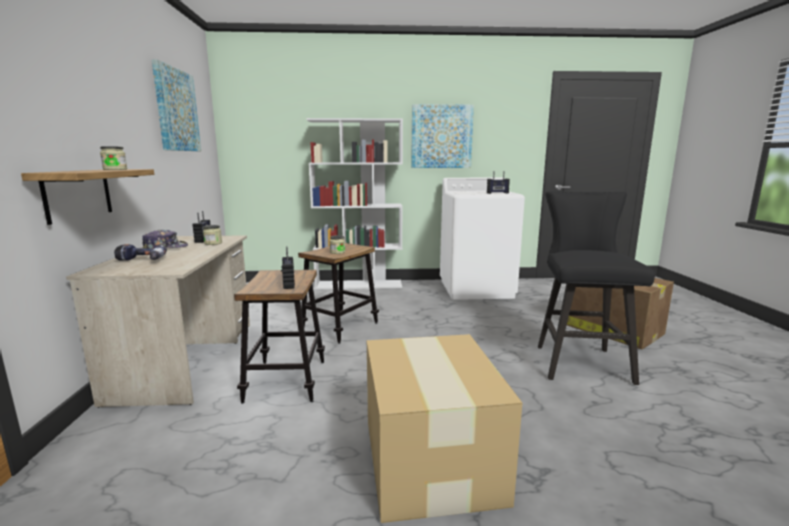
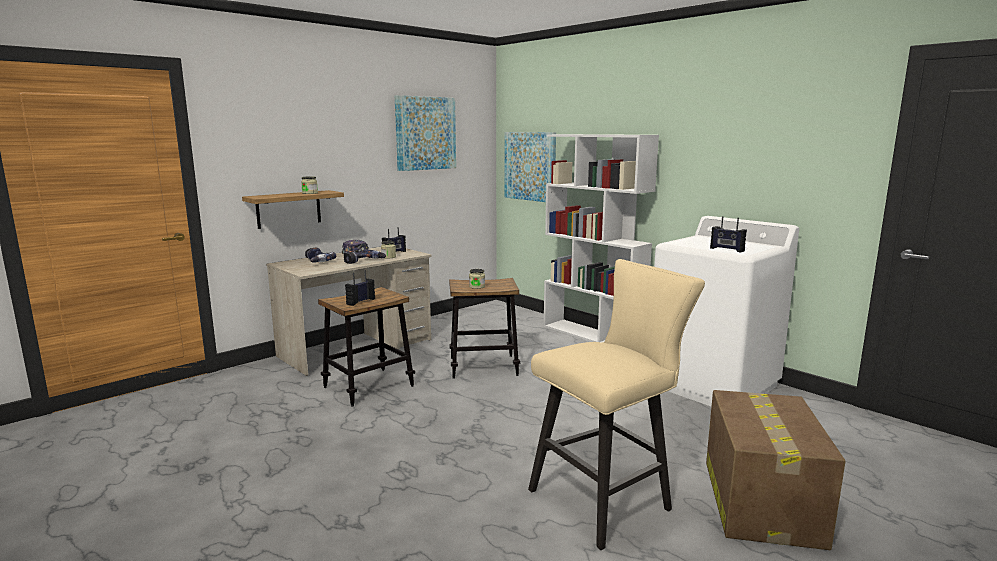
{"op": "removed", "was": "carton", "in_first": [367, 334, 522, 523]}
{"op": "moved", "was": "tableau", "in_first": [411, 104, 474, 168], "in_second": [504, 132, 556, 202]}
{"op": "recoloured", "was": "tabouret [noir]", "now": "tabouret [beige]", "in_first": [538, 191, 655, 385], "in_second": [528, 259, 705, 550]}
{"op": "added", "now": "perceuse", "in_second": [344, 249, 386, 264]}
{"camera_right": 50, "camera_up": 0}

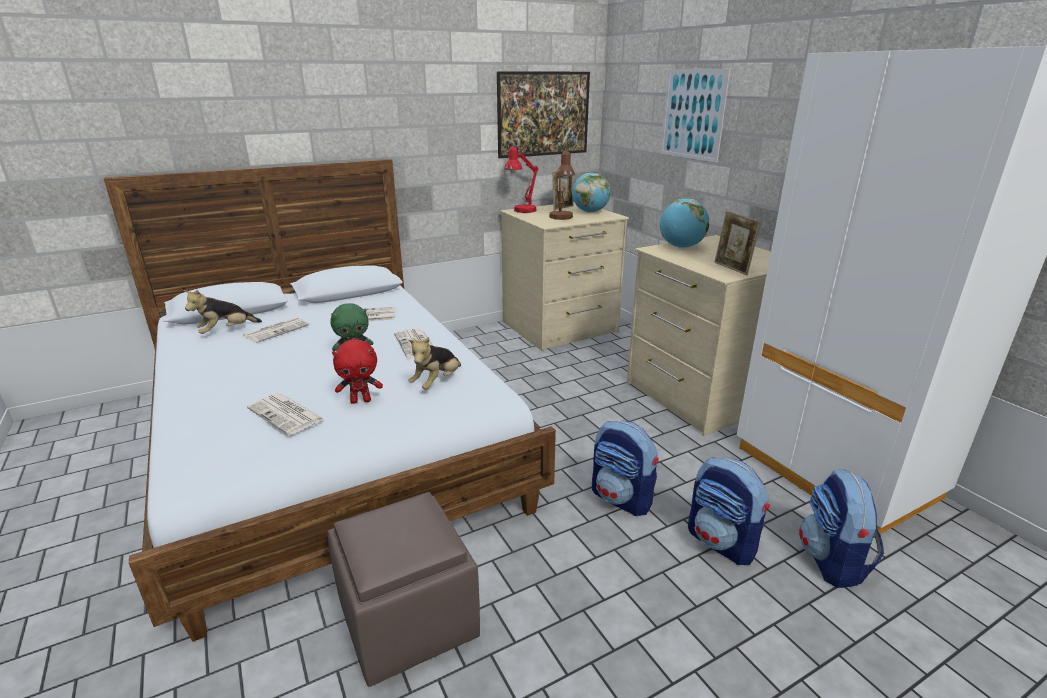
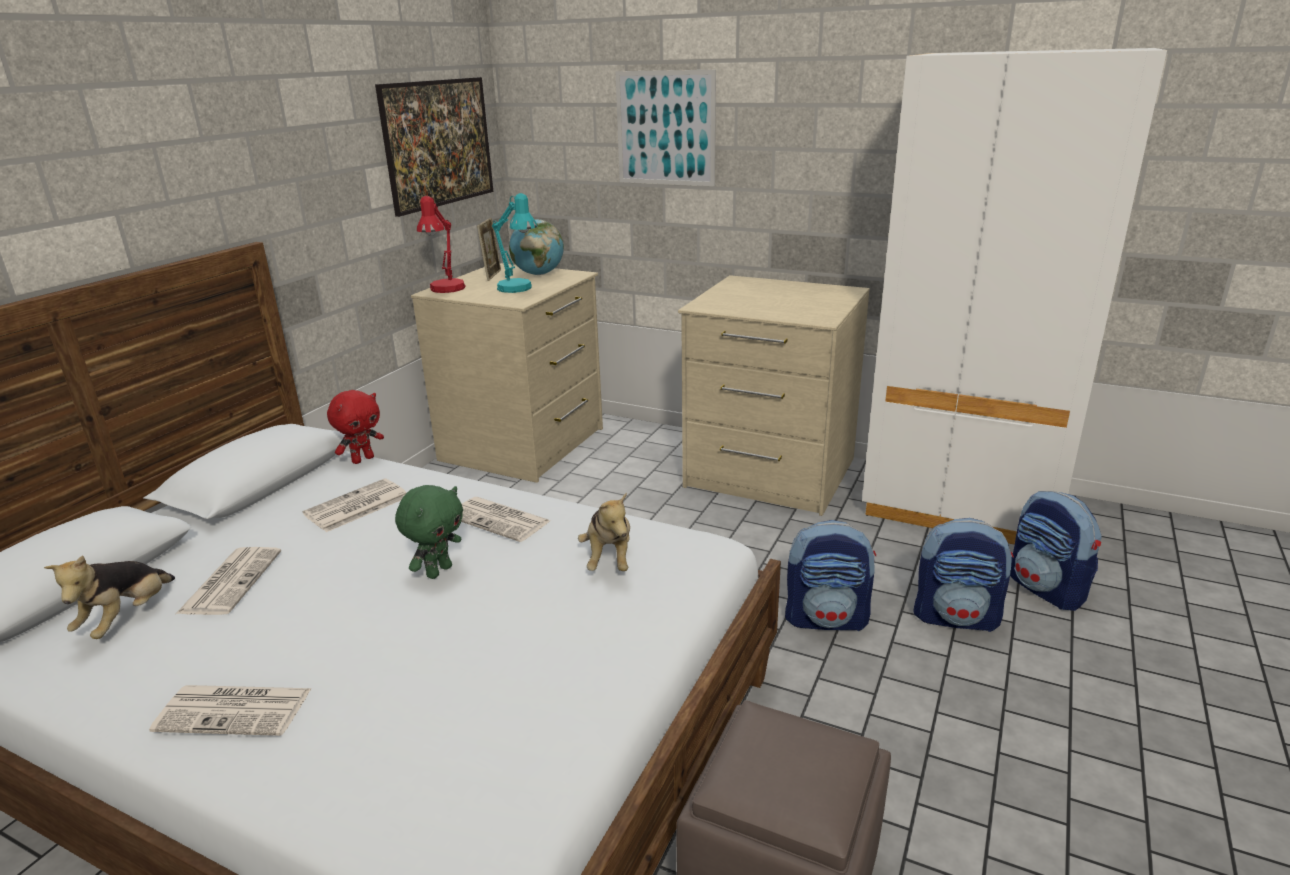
{"op": "moved", "was": "journal", "in_first": [247, 393, 324, 435], "in_second": [149, 685, 312, 736]}
{"op": "moved", "was": "peluche [rouge]", "in_first": [332, 339, 383, 404], "in_second": [327, 390, 384, 464]}
{"op": "recoloured", "was": "lampe de table [marron]", "now": "lampe de table [turquoise]", "in_first": [549, 151, 575, 220], "in_second": [492, 193, 537, 293]}
{"op": "removed", "was": "globe", "in_first": [660, 199, 709, 248]}
{"op": "removed", "was": "cadre photo", "in_first": [714, 211, 761, 275]}
{"camera_right": -35, "camera_up": 0}

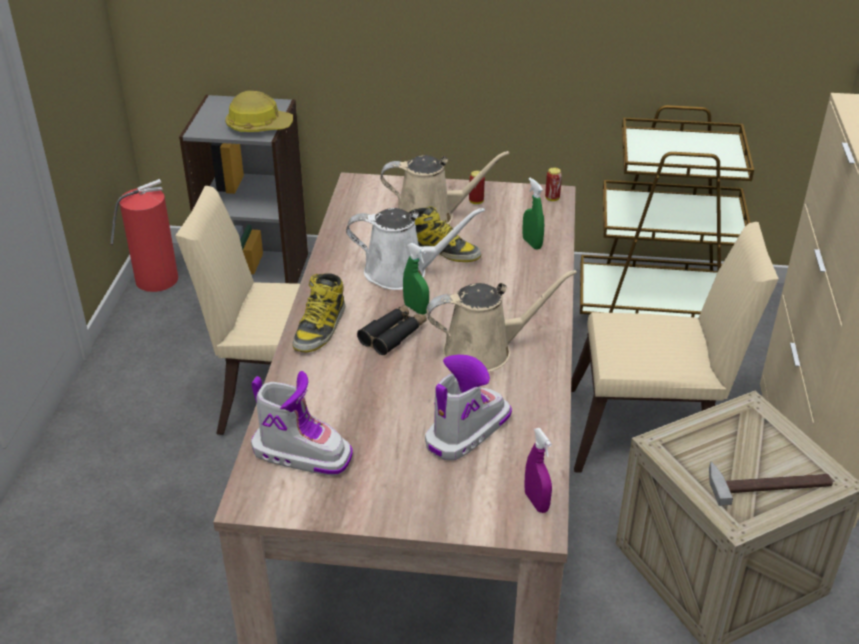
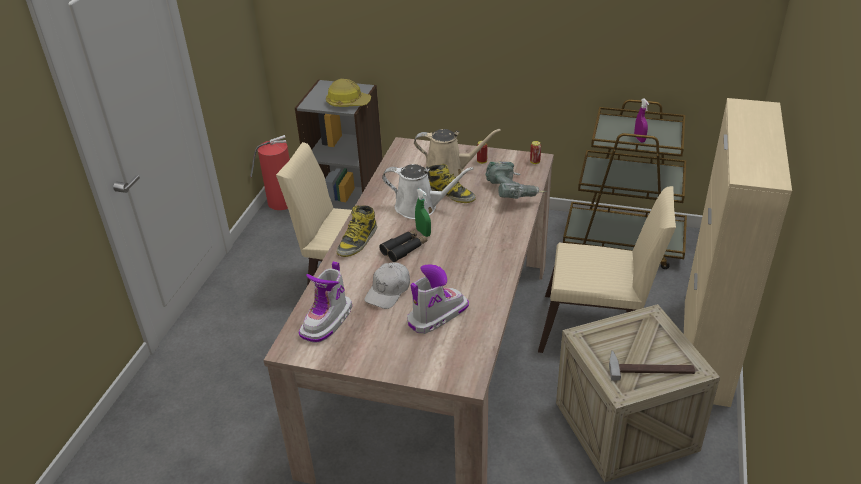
{"op": "turned", "was": "botte", "in_first": [251, 371, 352, 476], "in_second": [299, 261, 352, 343], "clockwise": 90}
{"op": "removed", "was": "arrosoir [beige]", "in_first": [426, 269, 577, 372]}
{"op": "replaced", "was": "vaporisateur [vert]", "now": "perceuse", "in_first": [522, 177, 544, 250], "in_second": [485, 162, 546, 199]}
{"op": "moved", "was": "vaporisateur [violet]", "in_first": [524, 428, 552, 513], "in_second": [634, 98, 649, 142]}
{"op": "added", "now": "casquette [blanc]", "in_second": [364, 262, 410, 309]}
{"camera_right": 10, "camera_up": 0}

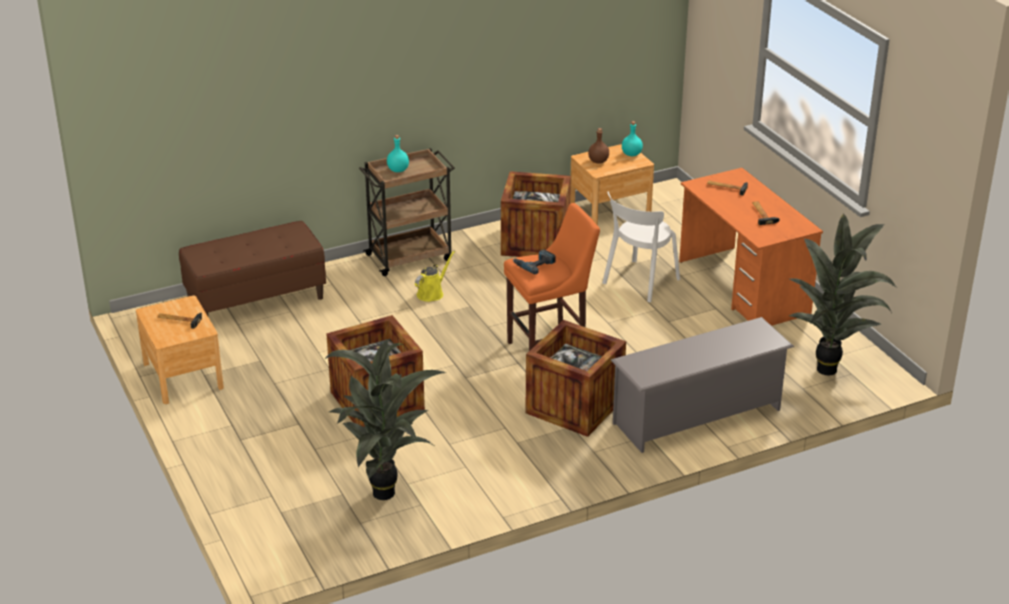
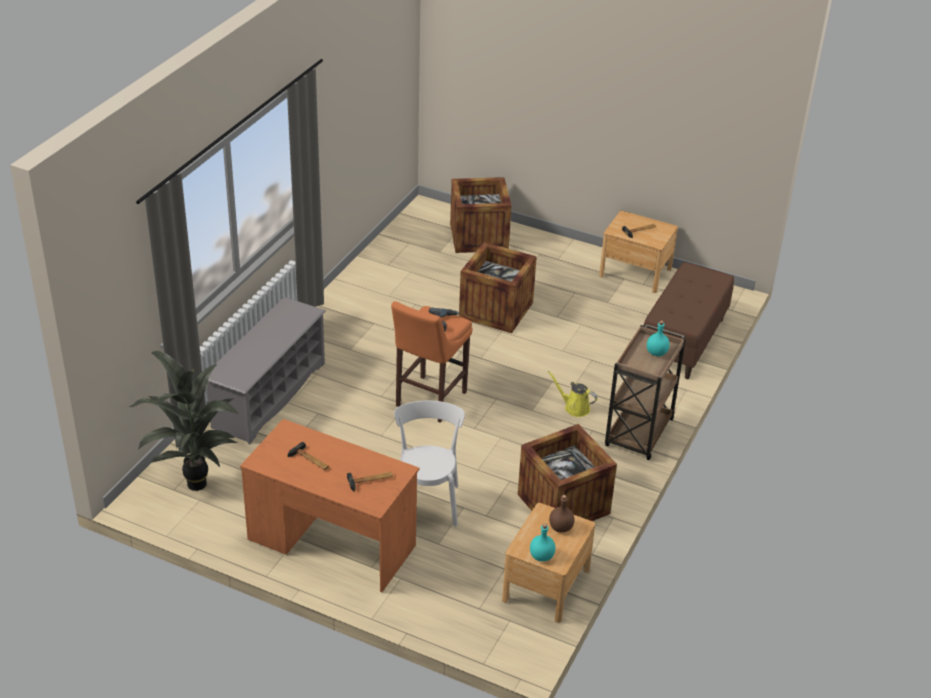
{"op": "removed", "was": "plante en pot", "in_first": [325, 340, 447, 500]}
{"op": "turned", "was": "arrosoir [jaune]", "in_first": [415, 251, 455, 302], "in_second": [548, 371, 598, 417], "clockwise": 120}
{"op": "moved", "was": "caisse", "in_first": [525, 320, 626, 437], "in_second": [450, 177, 511, 253]}
{"camera_right": 140, "camera_up": 5}

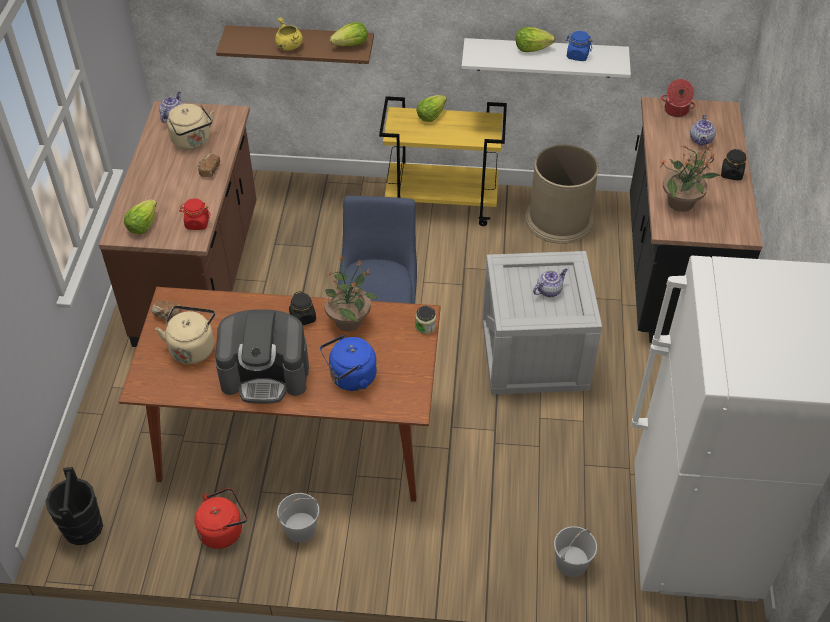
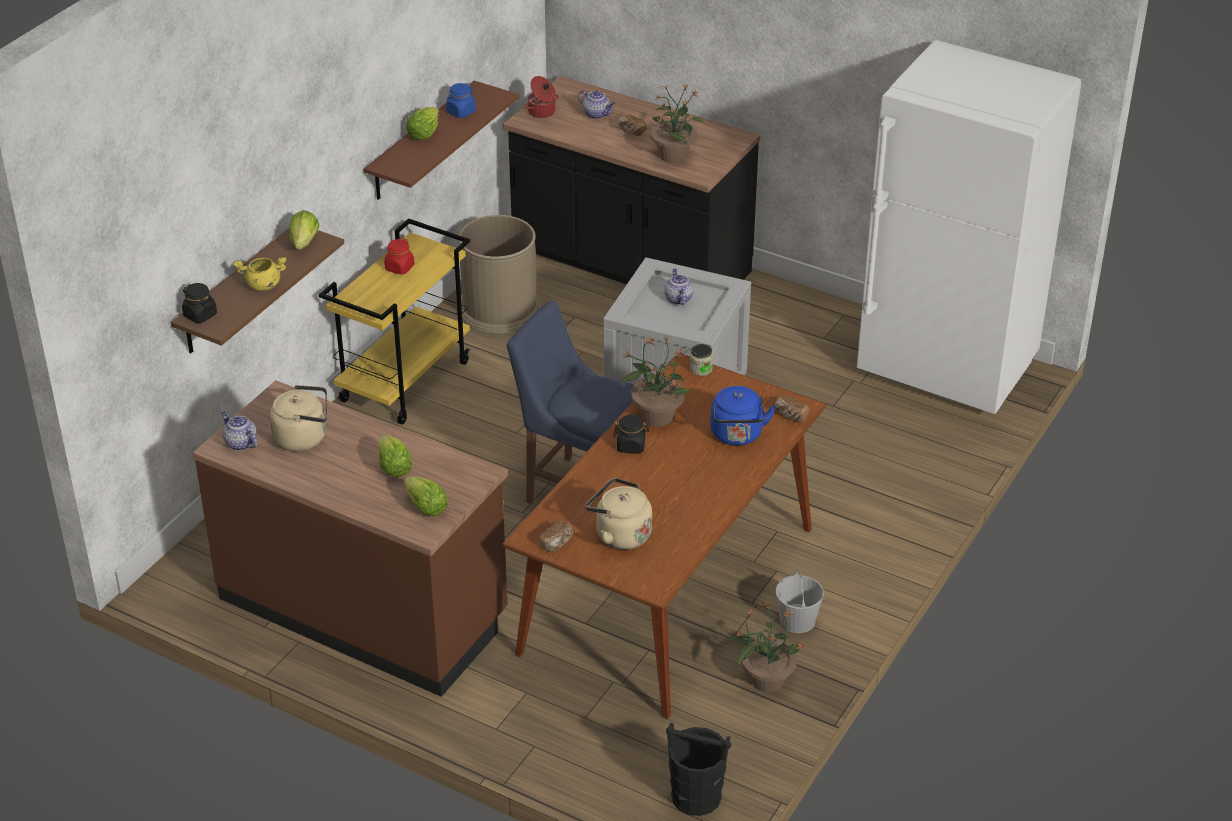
{"op": "moved", "was": "bocal [rouge]", "in_first": [179, 198, 211, 230], "in_second": [384, 238, 414, 275]}
{"op": "replaced", "was": "bouilloire [rouge]", "now": "plante en pot", "in_first": [194, 488, 247, 549], "in_second": [729, 602, 807, 692]}
{"op": "moved", "was": "pain", "in_first": [198, 153, 220, 177], "in_second": [775, 395, 809, 422]}
{"op": "removed", "was": "machine à café", "in_first": [215, 309, 309, 404]}
{"op": "moved", "was": "laitue", "in_first": [416, 95, 447, 122], "in_second": [378, 434, 412, 477]}
{"op": "recoloured", "was": "étagère [blanc]", "now": "étagère [marron]", "in_first": [462, 38, 631, 78], "in_second": [364, 81, 519, 200]}
{"op": "removed", "was": "seau [blanc]", "in_first": [554, 526, 597, 577]}
{"op": "moved", "was": "bocal [noir]", "in_first": [721, 149, 746, 181], "in_second": [182, 283, 217, 323]}
{"camera_right": -65, "camera_up": -10}

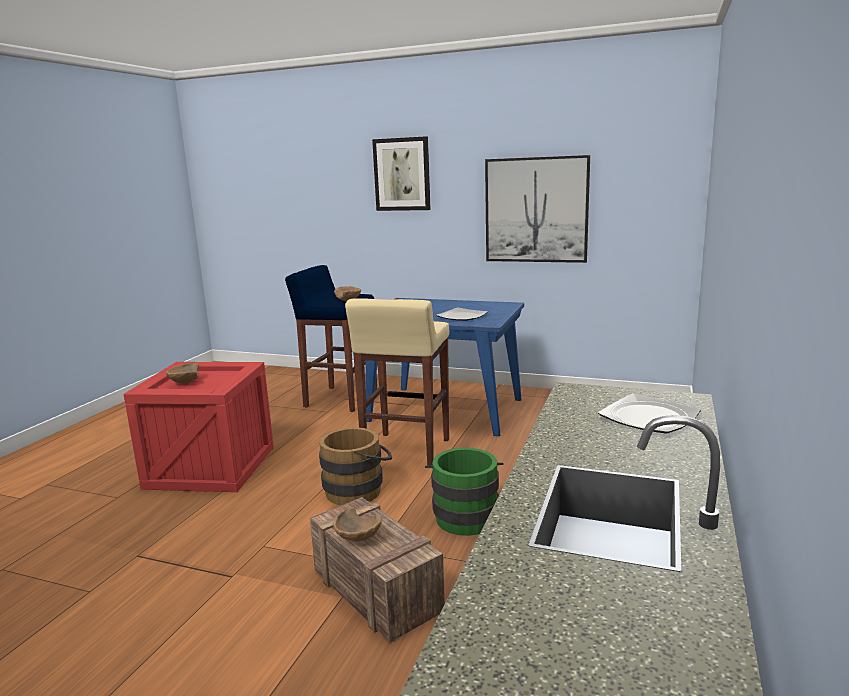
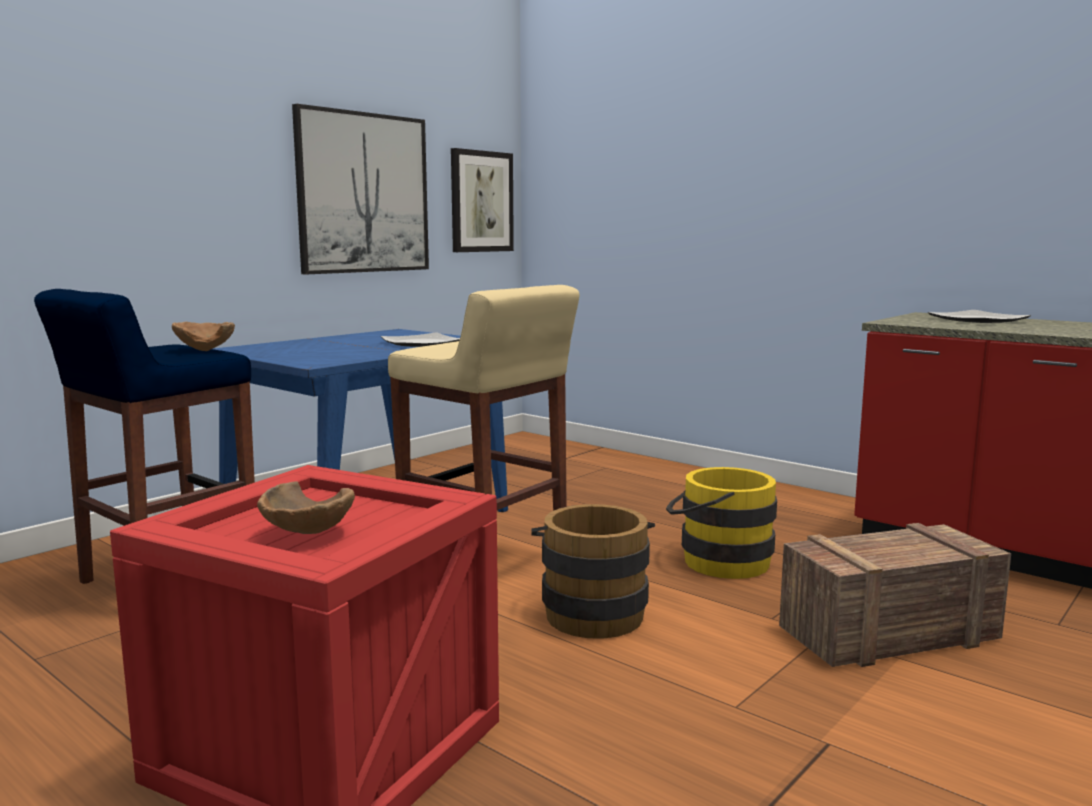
{"op": "removed", "was": "bol [marron]", "in_first": [333, 507, 382, 542]}
{"op": "moved", "was": "tableau", "in_first": [372, 136, 431, 211], "in_second": [451, 148, 514, 252]}
{"op": "recoloured", "was": "seau [vert]", "now": "seau [jaune]", "in_first": [425, 448, 504, 536], "in_second": [666, 467, 777, 579]}
{"camera_right": -70, "camera_up": -5}

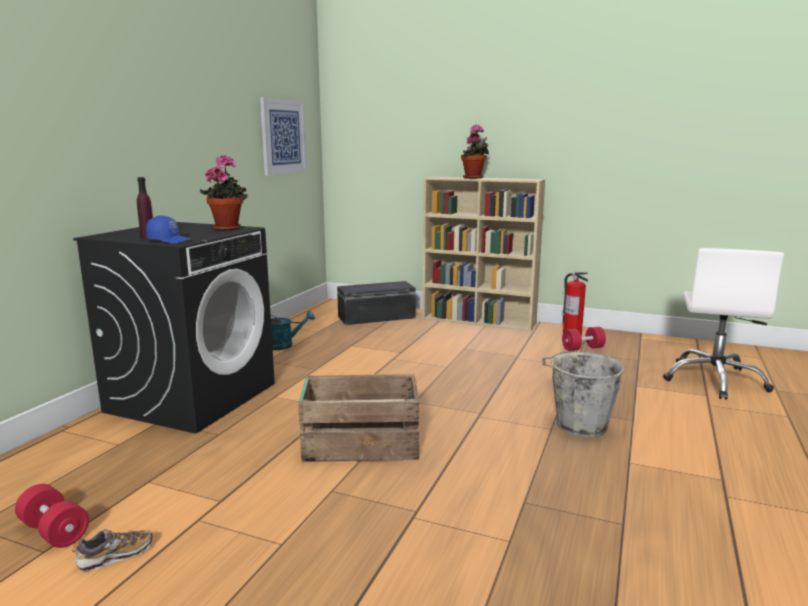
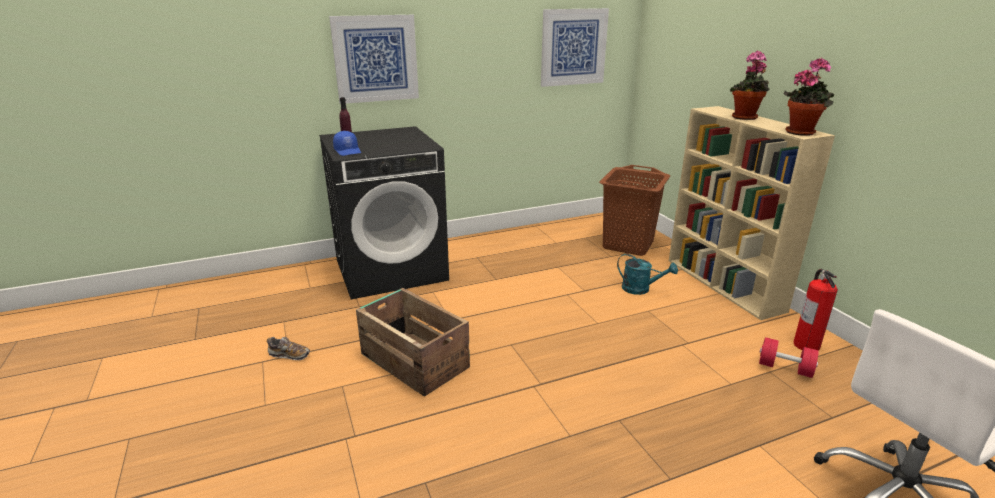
{"op": "removed", "was": "haltère [rouge]", "in_first": [15, 484, 89, 548]}
{"op": "moved", "was": "chaussure", "in_first": [72, 529, 152, 571], "in_second": [266, 337, 310, 360]}
{"op": "moved", "was": "plante en pot", "in_first": [200, 155, 248, 231], "in_second": [784, 58, 834, 136]}
{"op": "moved", "was": "arrosoir [turquoise]", "in_first": [271, 310, 315, 350], "in_second": [617, 254, 678, 295]}
{"op": "replaced", "was": "boîte de rangement [noir]", "now": "panier à linge [marron]", "in_first": [337, 281, 416, 325], "in_second": [599, 165, 670, 256]}
{"op": "removed", "was": "seau [gris]", "in_first": [542, 351, 625, 438]}
{"op": "added", "now": "tableau", "in_second": [329, 15, 419, 104]}
{"camera_right": 45, "camera_up": 10}

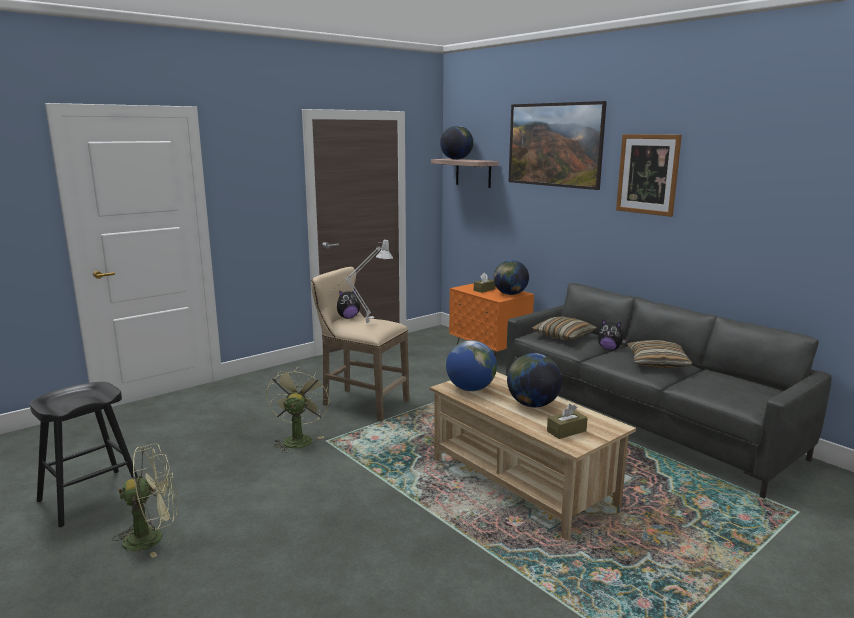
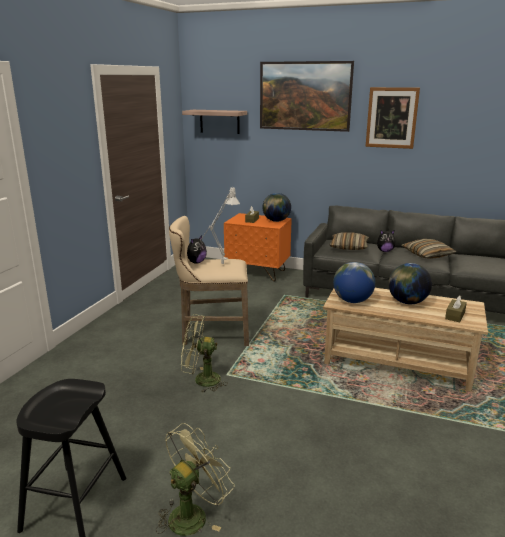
{"op": "turned", "was": "ventilateur [vert]", "in_first": [266, 366, 330, 453], "in_second": [181, 314, 228, 393], "clockwise": -60}
{"op": "removed", "was": "globe", "in_first": [440, 126, 473, 160]}
{"camera_right": -30, "camera_up": 5}

